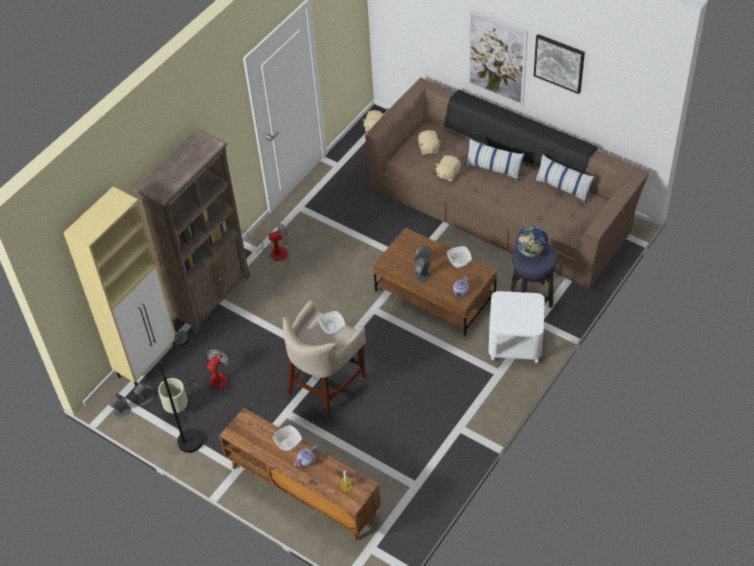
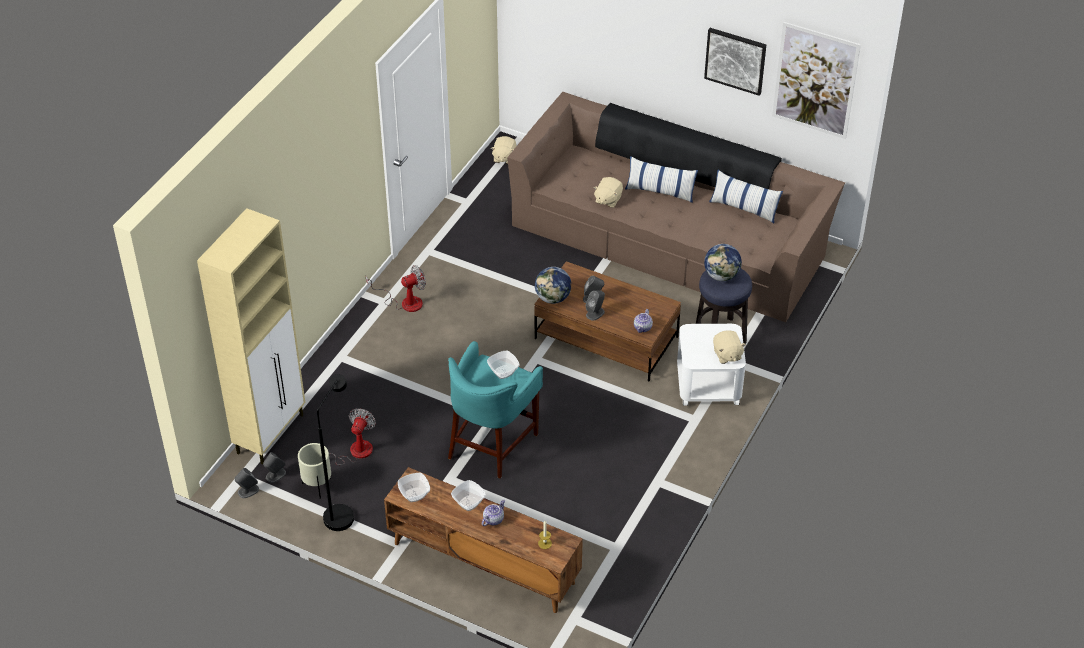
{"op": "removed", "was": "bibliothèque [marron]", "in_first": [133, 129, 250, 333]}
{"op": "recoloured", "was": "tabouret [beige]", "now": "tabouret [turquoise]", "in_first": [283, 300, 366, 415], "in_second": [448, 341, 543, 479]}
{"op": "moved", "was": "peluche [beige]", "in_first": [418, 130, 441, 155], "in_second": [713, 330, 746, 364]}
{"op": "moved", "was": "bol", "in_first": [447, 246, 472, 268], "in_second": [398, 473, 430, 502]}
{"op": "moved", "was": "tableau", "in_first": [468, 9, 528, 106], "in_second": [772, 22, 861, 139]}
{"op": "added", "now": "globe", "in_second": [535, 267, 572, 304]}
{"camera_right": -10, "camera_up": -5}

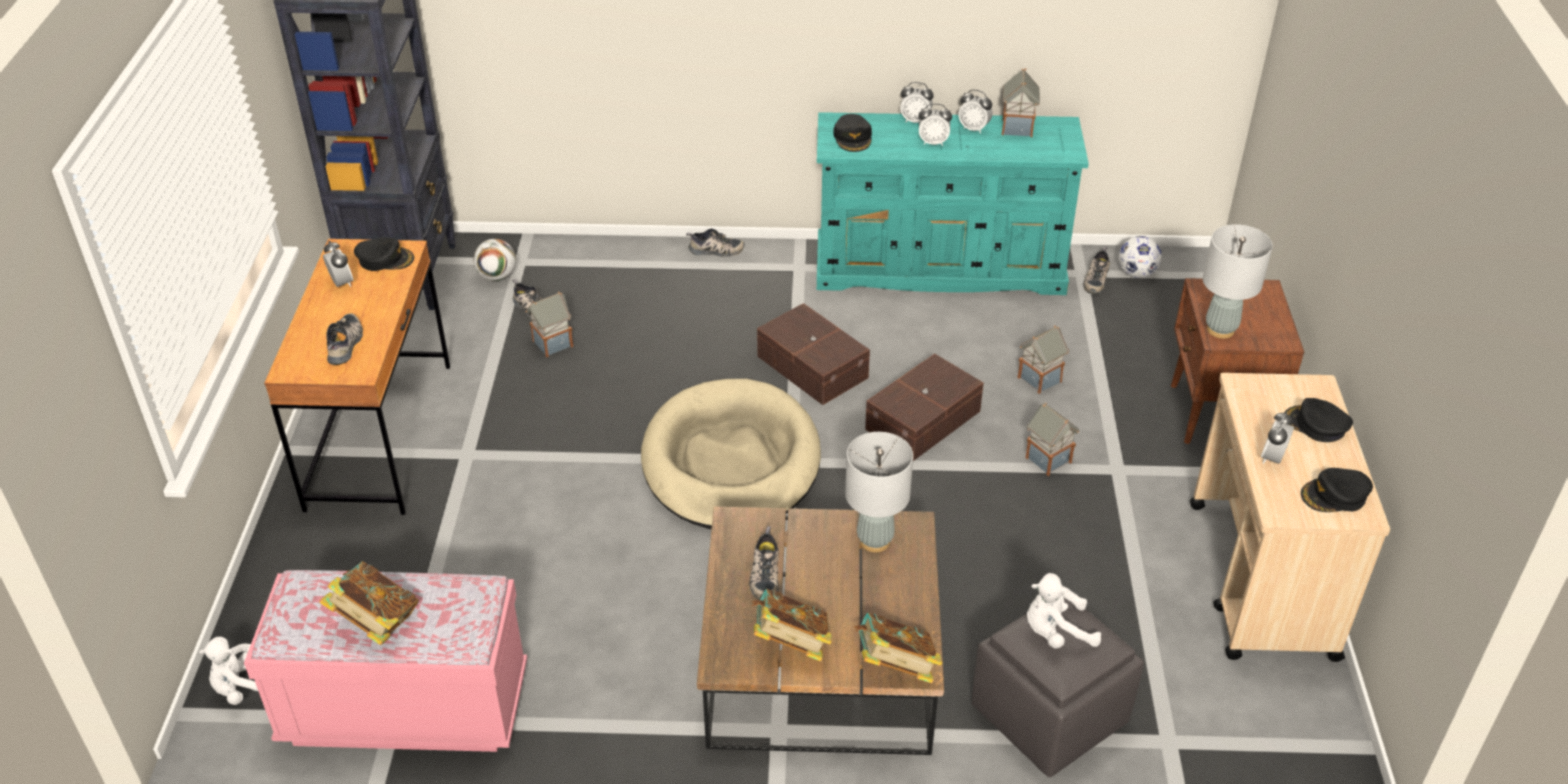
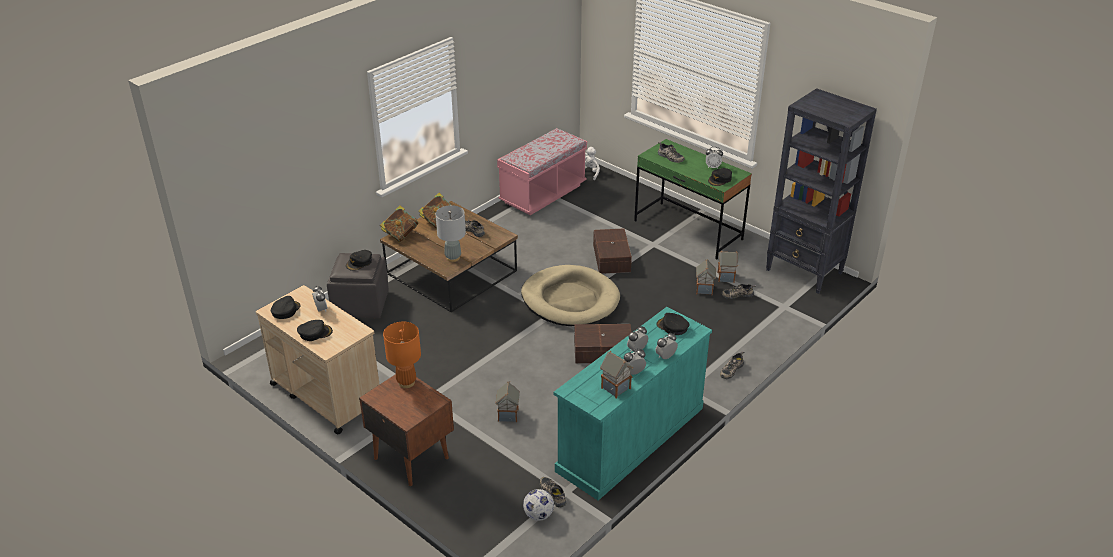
{"op": "recoloured", "was": "bureau [marron]", "now": "bureau [vert]", "in_first": [264, 239, 450, 515], "in_second": [634, 139, 752, 259]}
{"op": "removed", "was": "livre", "in_first": [319, 561, 419, 645]}
{"op": "removed", "was": "ballon de foot", "in_first": [474, 239, 516, 281]}
{"op": "moved", "was": "boîte de rangement [marron]", "in_first": [865, 354, 984, 461], "in_second": [593, 228, 632, 274]}
{"op": "moved", "was": "maison miniature", "in_first": [1026, 403, 1079, 476], "in_second": [717, 251, 739, 283]}
{"op": "replaced", "was": "peluche [blanc]", "now": "casquette [noir]", "in_first": [1027, 573, 1101, 648], "in_second": [346, 250, 372, 271]}
{"op": "recoloured", "was": "lampe de table [gris]", "now": "lampe de table [orange]", "in_first": [1203, 224, 1273, 339], "in_second": [383, 322, 421, 388]}
{"camera_right": 130, "camera_up": -5}

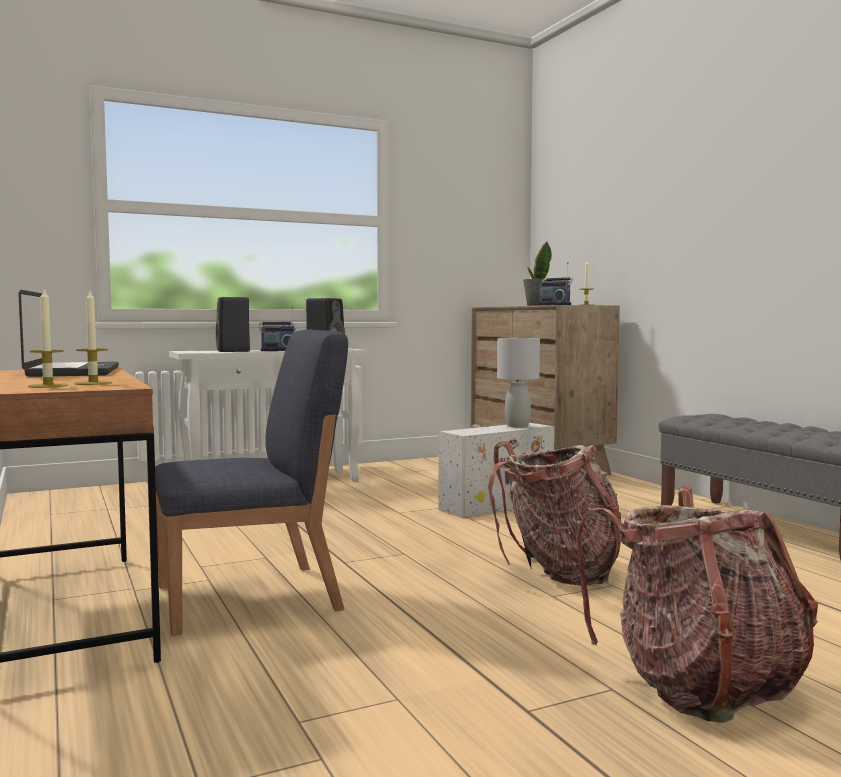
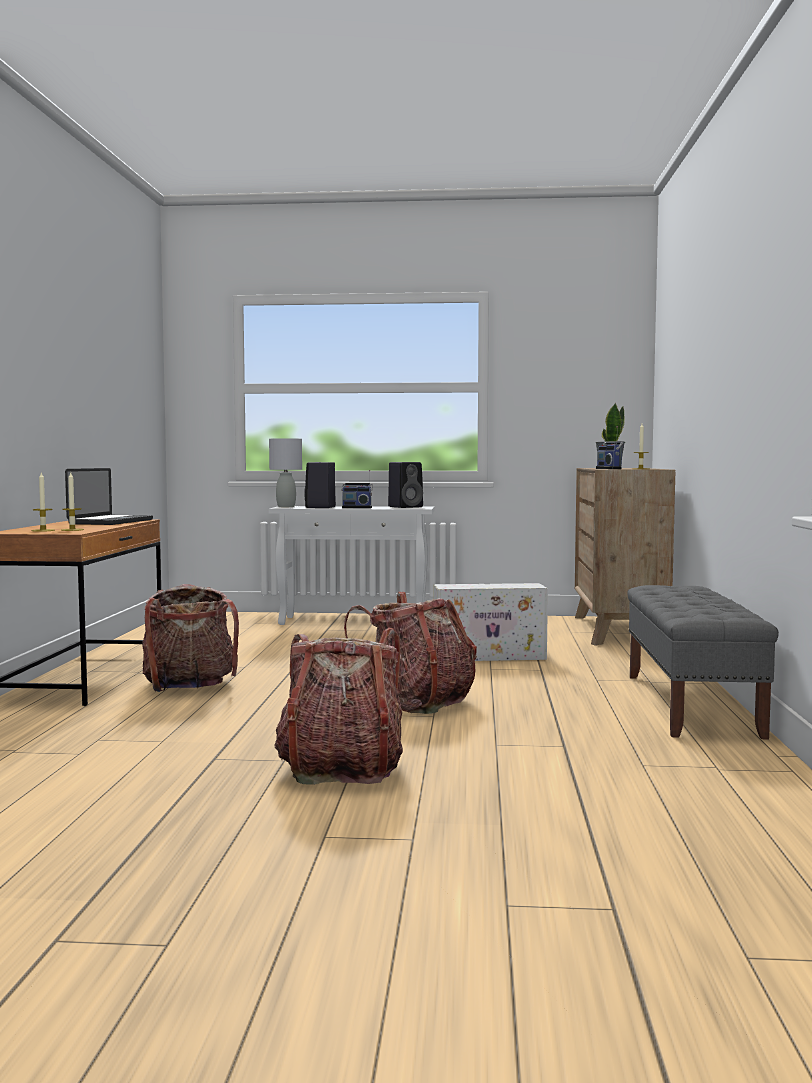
{"op": "replaced", "was": "chaise [bleu]", "now": "sac à dos", "in_first": [155, 330, 348, 636], "in_second": [142, 584, 239, 692]}
{"op": "moved", "was": "lampe de table [gris]", "in_first": [497, 338, 540, 427], "in_second": [269, 438, 302, 507]}
{"camera_right": 30, "camera_up": 0}

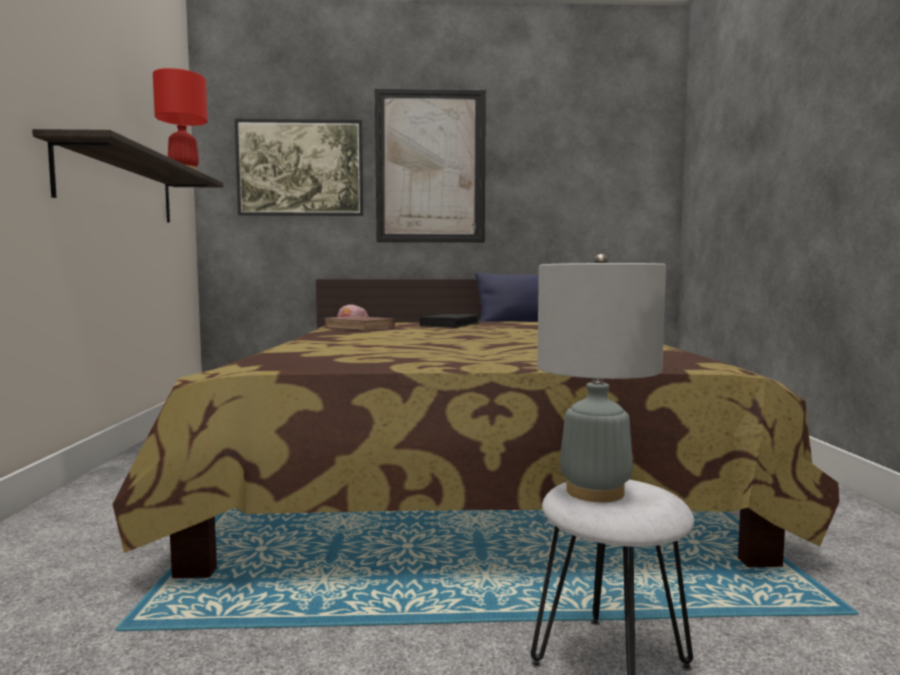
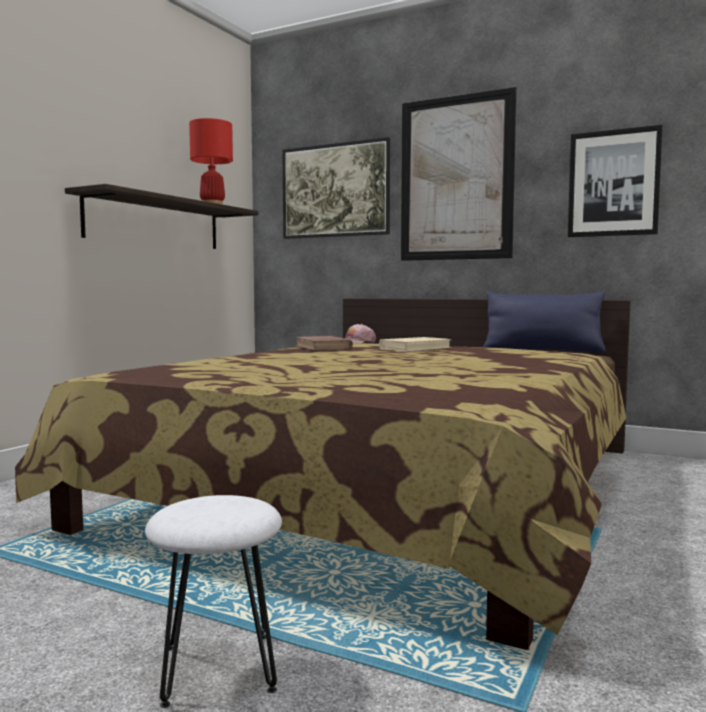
{"op": "recoloured", "was": "livre [noir]", "now": "livre [beige]", "in_first": [419, 314, 480, 328], "in_second": [379, 337, 453, 352]}
{"op": "removed", "was": "lampe de table [gris]", "in_first": [537, 254, 666, 502]}
{"op": "added", "now": "tableau", "in_second": [568, 125, 663, 237]}
{"camera_right": 30, "camera_up": 0}

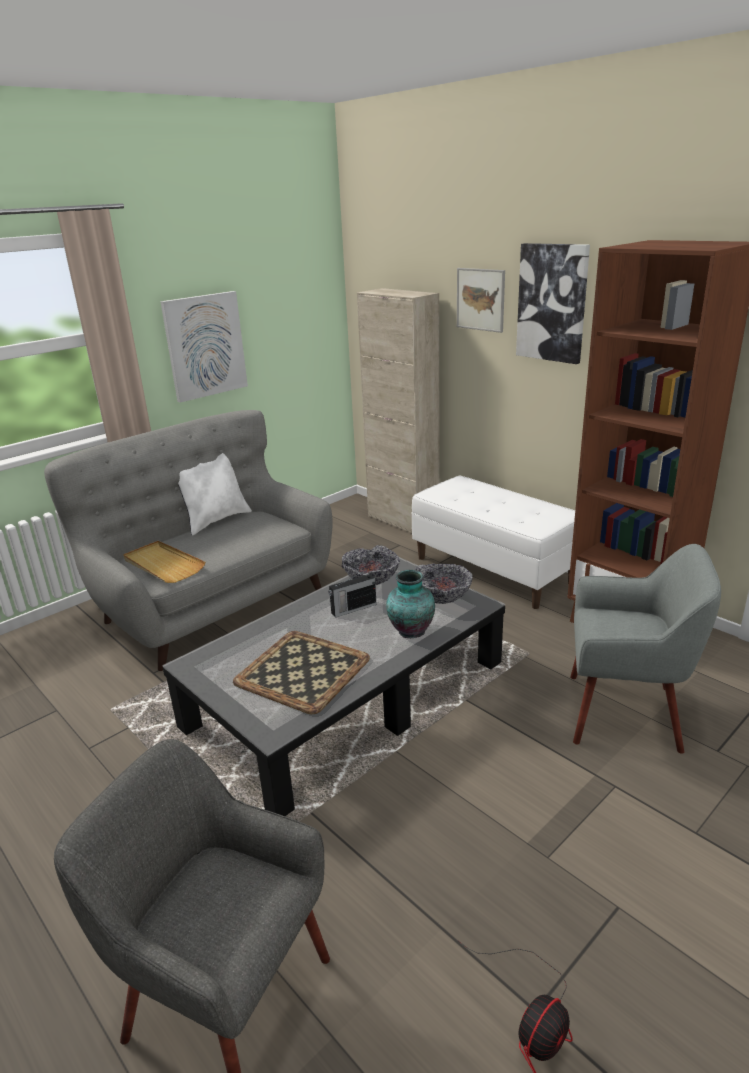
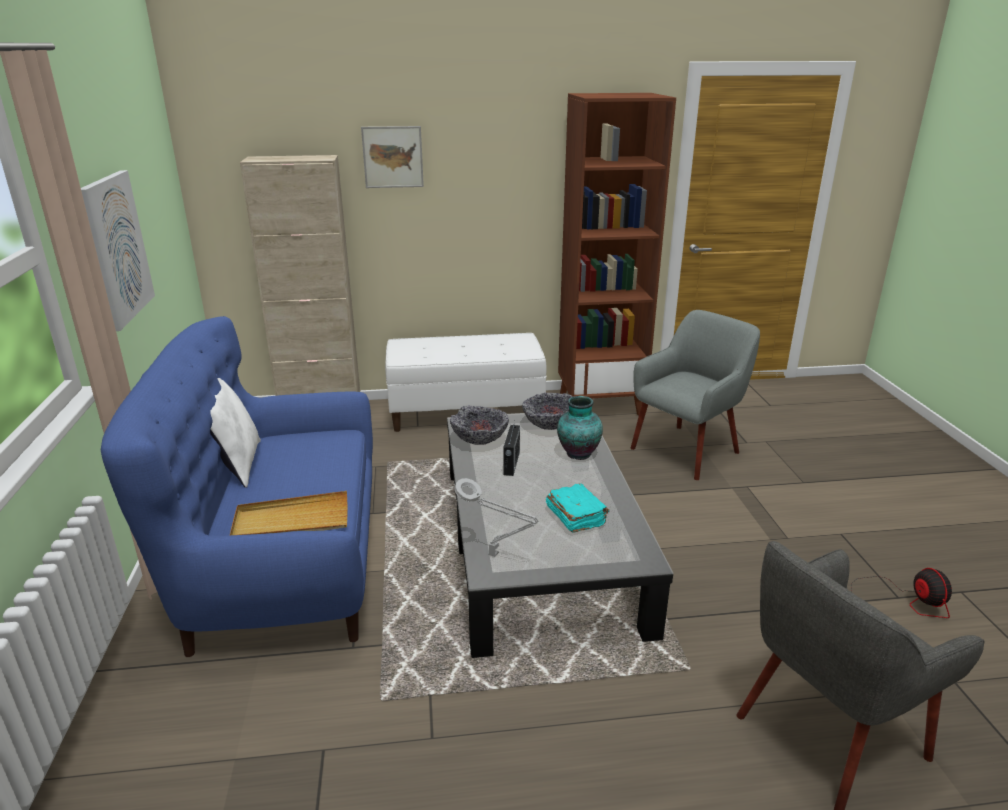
{"op": "recoloured", "was": "canapé [gris]", "now": "canapé [bleu]", "in_first": [44, 410, 333, 671], "in_second": [101, 316, 373, 657]}
{"op": "replaced", "was": "plateau", "now": "livre [turquoise]", "in_first": [233, 631, 370, 714], "in_second": [546, 483, 609, 533]}
{"op": "removed", "was": "tableau", "in_first": [516, 243, 590, 364]}
{"op": "added", "now": "lampe de table [gris]", "in_second": [455, 478, 539, 557]}
{"camera_right": -55, "camera_up": 0}

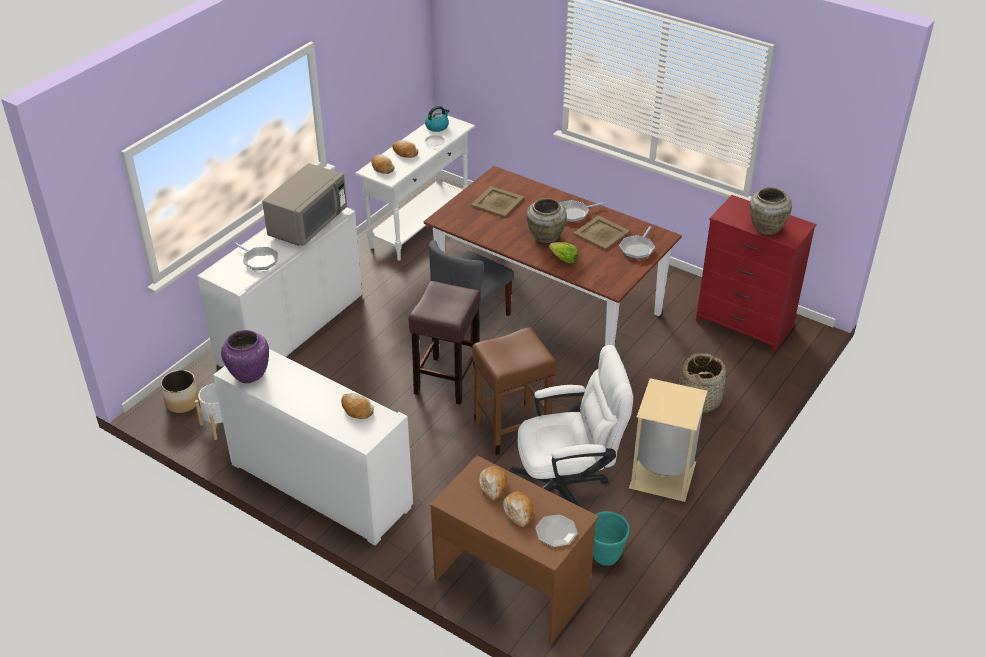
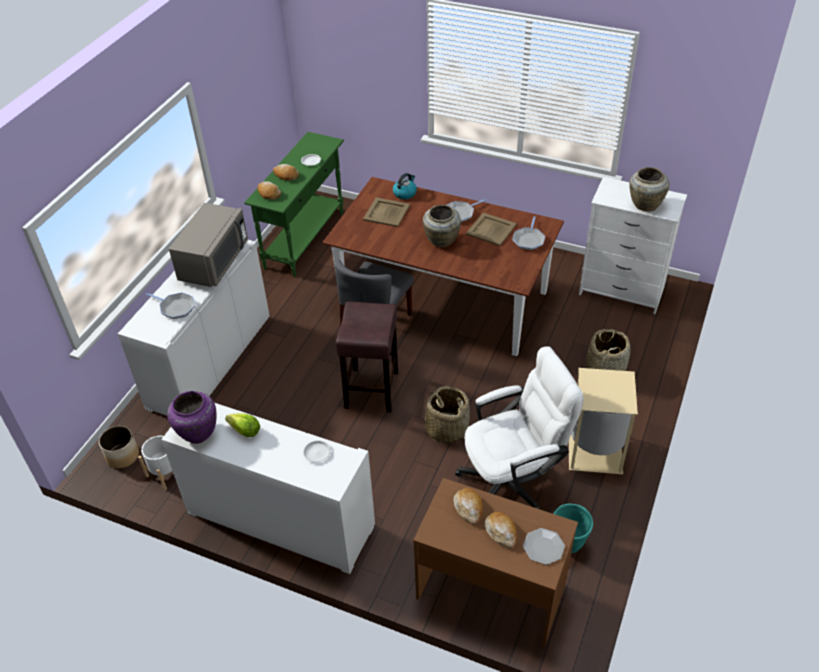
{"op": "replaced", "was": "pain", "now": "assiette [blanc]", "in_first": [341, 393, 374, 419], "in_second": [303, 440, 331, 463]}
{"op": "recoloured", "was": "table console [blanc]", "now": "table console [vert]", "in_first": [355, 115, 475, 261], "in_second": [244, 132, 344, 277]}
{"op": "moved", "was": "bouilloire", "in_first": [425, 106, 449, 132], "in_second": [393, 173, 417, 199]}
{"op": "replaced", "was": "tabouret [marron]", "now": "panier", "in_first": [472, 327, 556, 455], "in_second": [424, 386, 470, 443]}
{"op": "moved", "was": "laitue", "in_first": [549, 242, 578, 263], "in_second": [225, 413, 260, 437]}
{"op": "recoloured", "was": "commode [rouge]", "now": "commode [blanc]", "in_first": [696, 195, 816, 353], "in_second": [579, 177, 687, 314]}
{"camera_right": -10, "camera_up": 5}

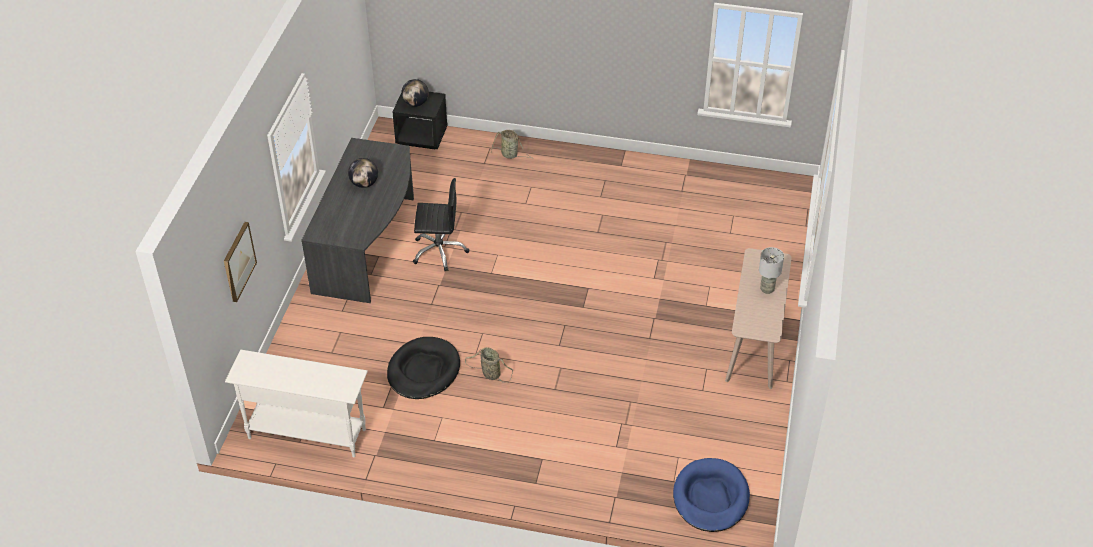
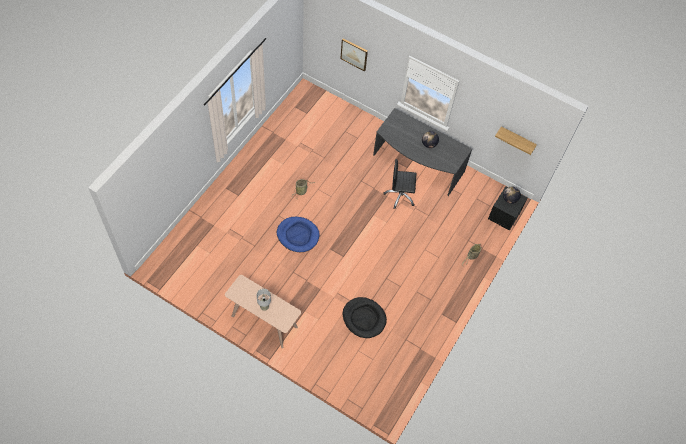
{"op": "removed", "was": "table console [blanc]", "in_first": [225, 350, 368, 458]}
{"op": "moved", "was": "panier pour chien [noir]", "in_first": [387, 337, 460, 399], "in_second": [343, 297, 387, 338]}
{"op": "turned", "was": "chaise de bureau [noir]", "in_first": [413, 178, 469, 271], "in_second": [383, 159, 416, 209], "clockwise": 75}
{"op": "moved", "was": "panier pour chien [bleu]", "in_first": [673, 458, 750, 532], "in_second": [277, 217, 320, 252]}
{"op": "added", "now": "étagère", "in_second": [495, 126, 537, 155]}
{"camera_right": 105, "camera_up": 15}

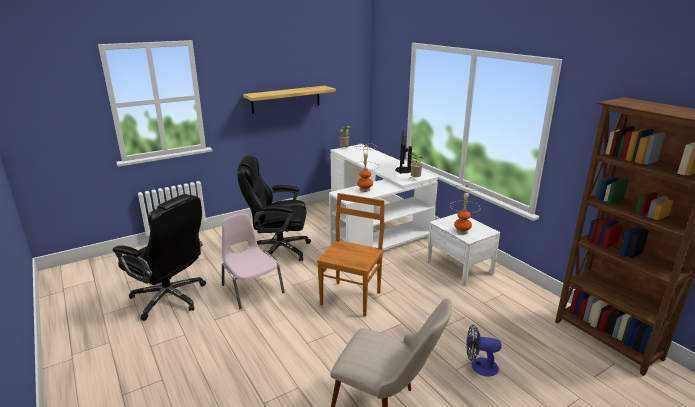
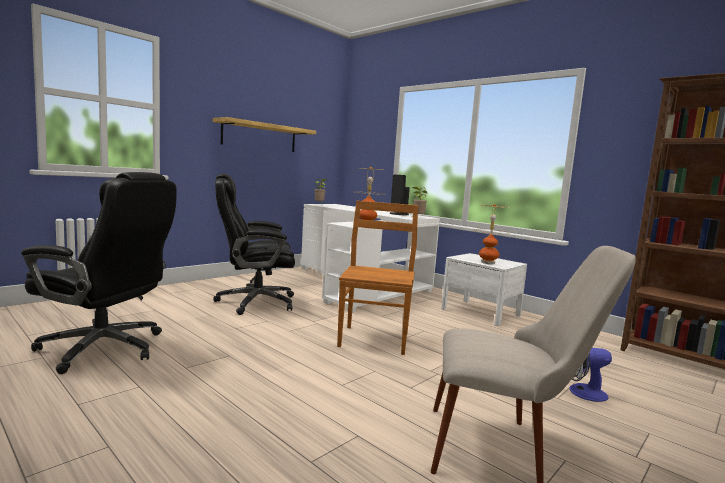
{"op": "removed", "was": "chaise [rose]", "in_first": [222, 214, 285, 309]}
{"camera_right": -15, "camera_up": -15}

